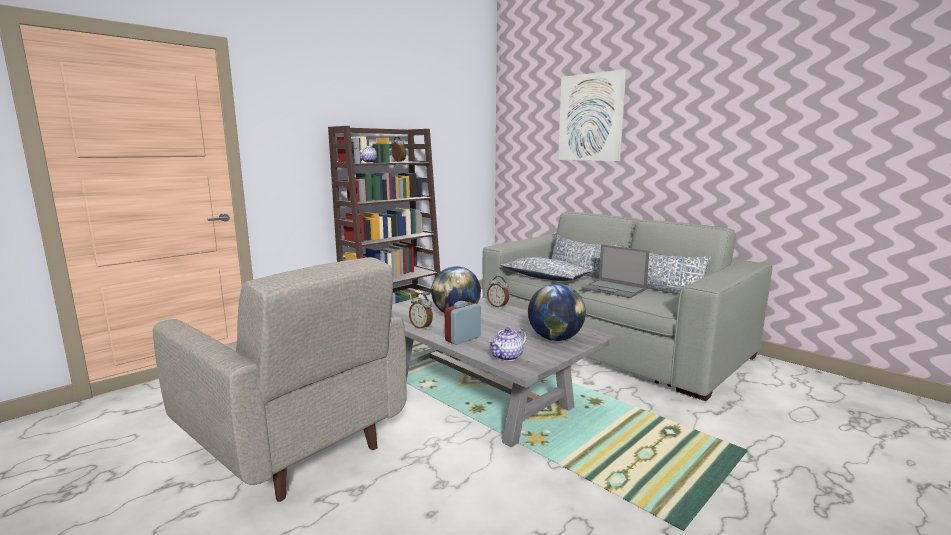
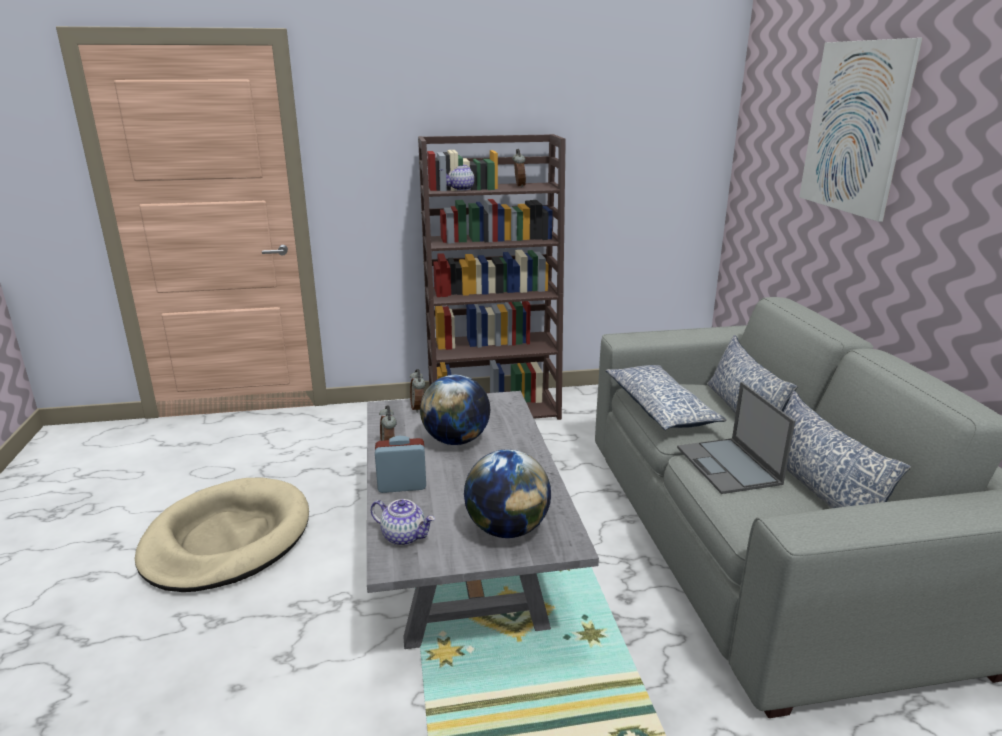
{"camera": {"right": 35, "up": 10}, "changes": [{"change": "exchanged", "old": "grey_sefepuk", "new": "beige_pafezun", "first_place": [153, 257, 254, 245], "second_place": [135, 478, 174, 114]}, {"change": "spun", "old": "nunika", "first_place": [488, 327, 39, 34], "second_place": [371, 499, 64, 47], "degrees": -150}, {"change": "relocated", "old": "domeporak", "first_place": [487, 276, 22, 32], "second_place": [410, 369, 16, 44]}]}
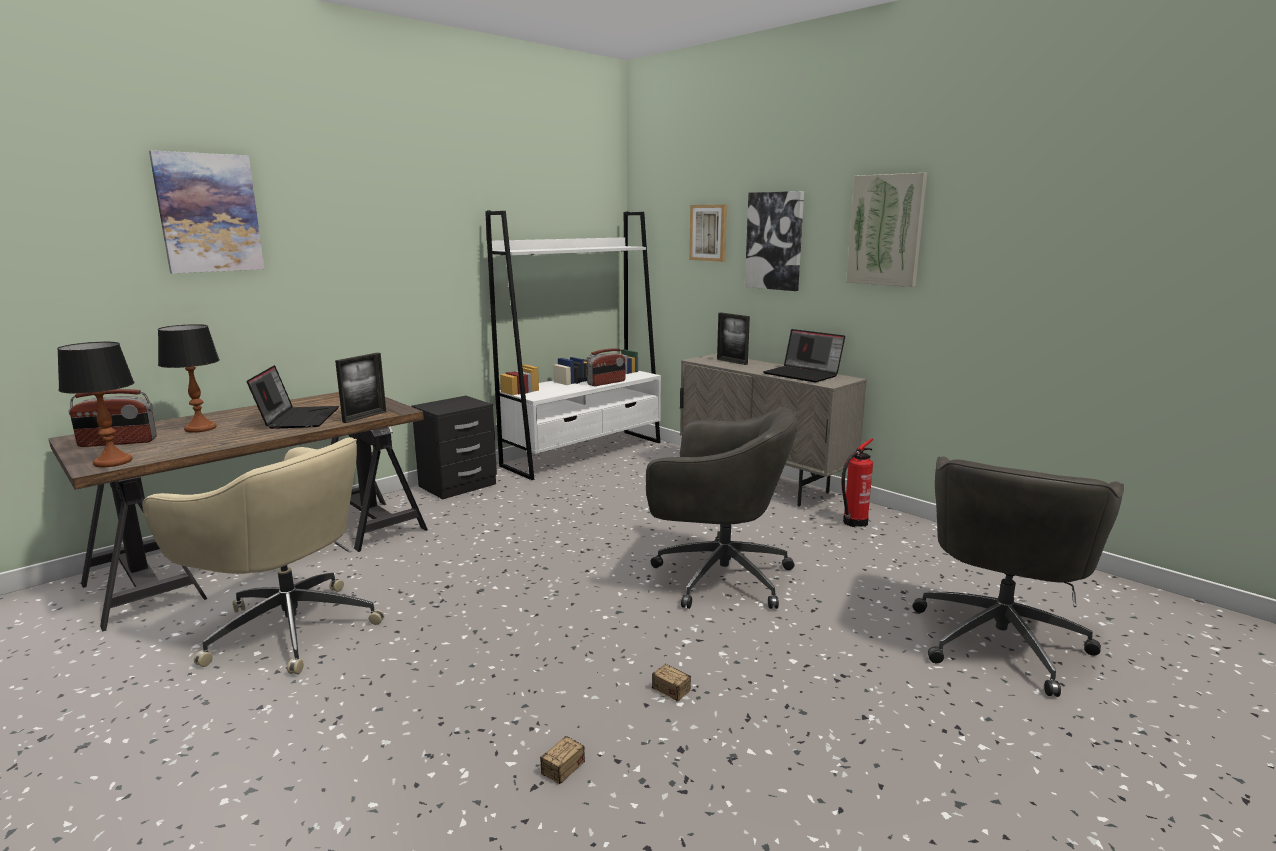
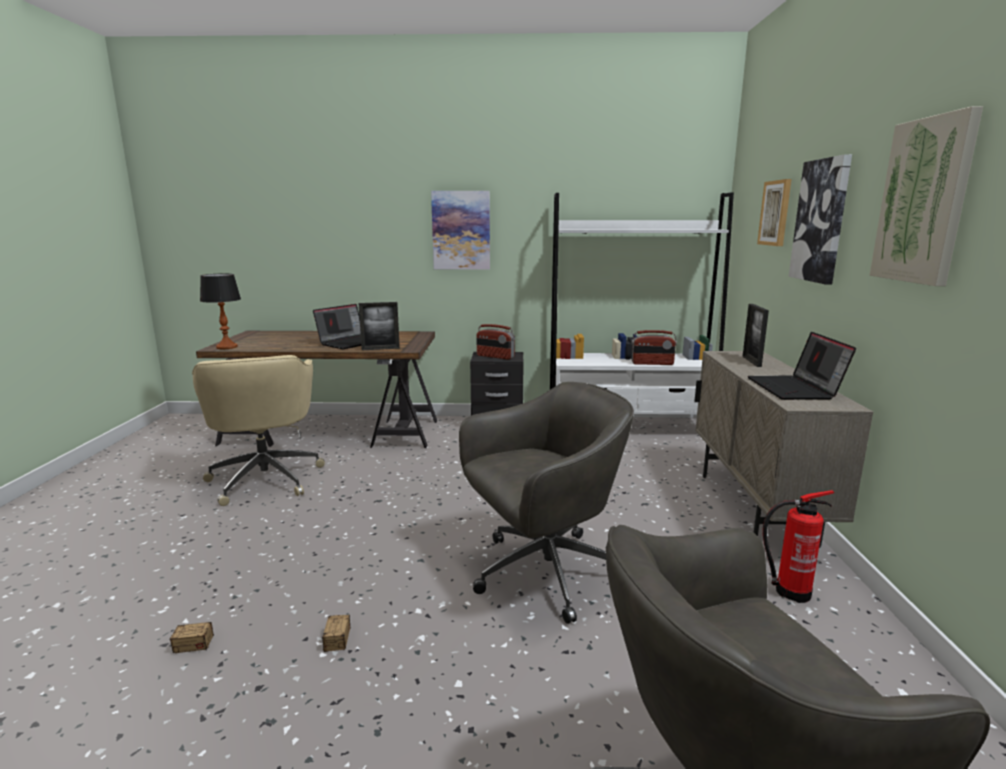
{"camera": {"right": 45, "up": 0}, "changes": [{"change": "relocated", "old": "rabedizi", "first_place": [149, 150, 115, 123], "second_place": [431, 191, 59, 78]}, {"change": "spun", "old": "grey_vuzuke", "first_place": [646, 407, 152, 202], "second_place": [459, 382, 175, 242], "degrees": -90}, {"change": "relocated", "old": "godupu", "first_place": [69, 389, 88, 58], "second_place": [477, 324, 38, 35]}, {"change": "missing", "old": "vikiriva", "first_place": [158, 324, 62, 109]}]}
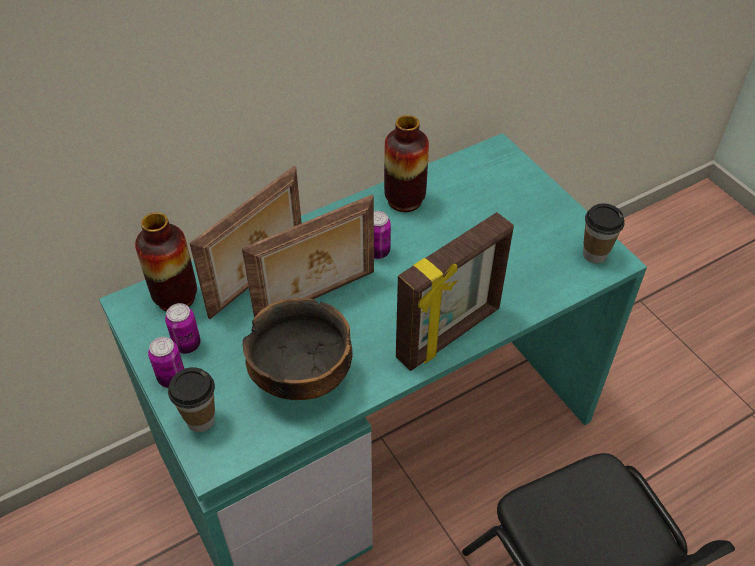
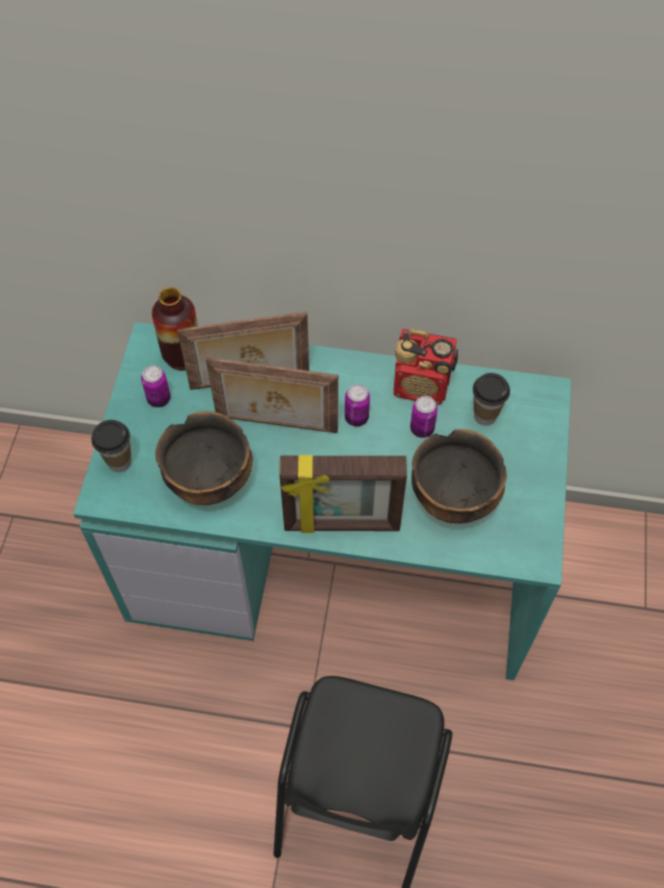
{"camera": {"right": 40, "up": 10}, "changes": [{"change": "exchanged", "old": "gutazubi", "new": "godupu", "first_place": [384, 115, 45, 97], "second_place": [394, 329, 64, 76]}, {"change": "relocated", "old": "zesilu", "first_place": [148, 337, 36, 51], "second_place": [410, 396, 28, 42]}, {"change": "appeared", "new": "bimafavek", "second_place": [411, 429, 96, 95]}, {"change": "relocated", "old": "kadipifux", "first_place": [583, 203, 42, 61], "second_place": [473, 373, 37, 53]}]}
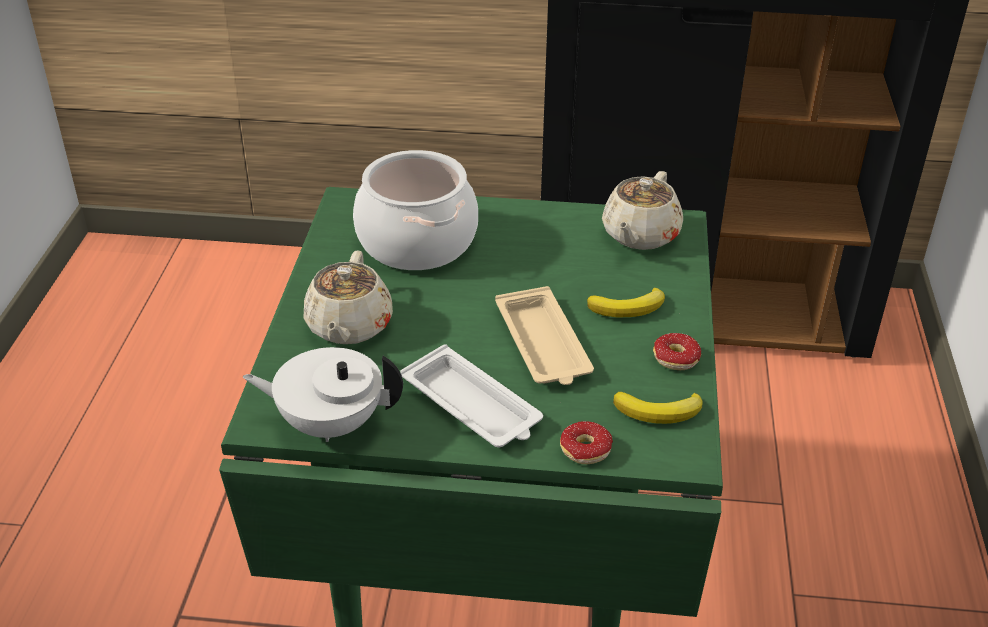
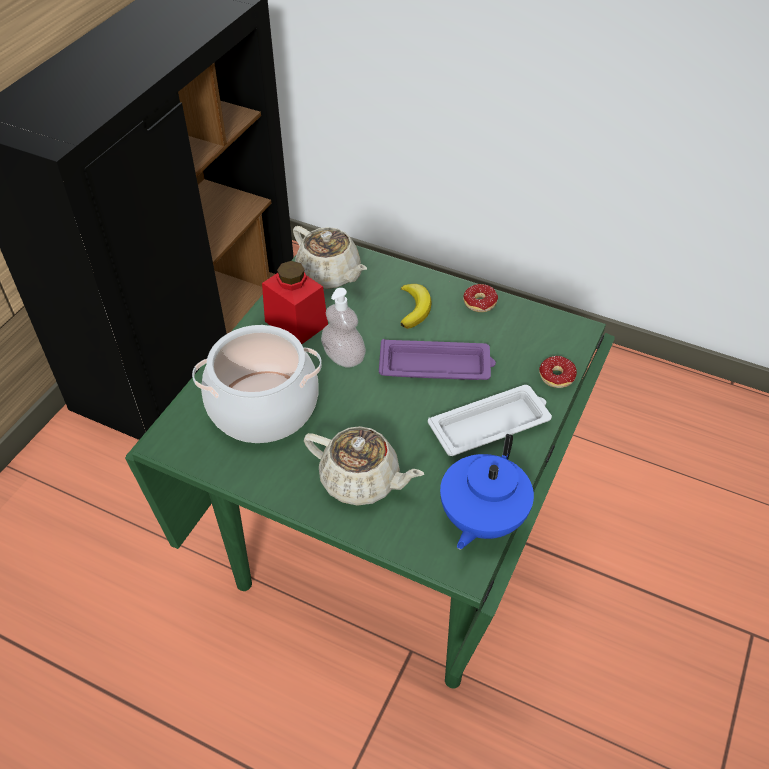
{"camera": {"right": -70, "up": 10}, "changes": [{"change": "appeared", "new": "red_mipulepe", "second_place": [262, 261, 66, 83]}, {"change": "appeared", "new": "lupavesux", "second_place": [321, 288, 45, 80]}, {"change": "colour", "old": "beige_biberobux", "new": "purple_biberobux", "first_place": [495, 286, 99, 99], "second_place": [379, 339, 117, 41]}, {"change": "colour", "old": "white_nunika", "new": "blue_nunika", "first_place": [243, 347, 160, 95], "second_place": [440, 434, 94, 115]}, {"change": "missing", "old": "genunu", "first_place": [613, 392, 89, 32]}]}
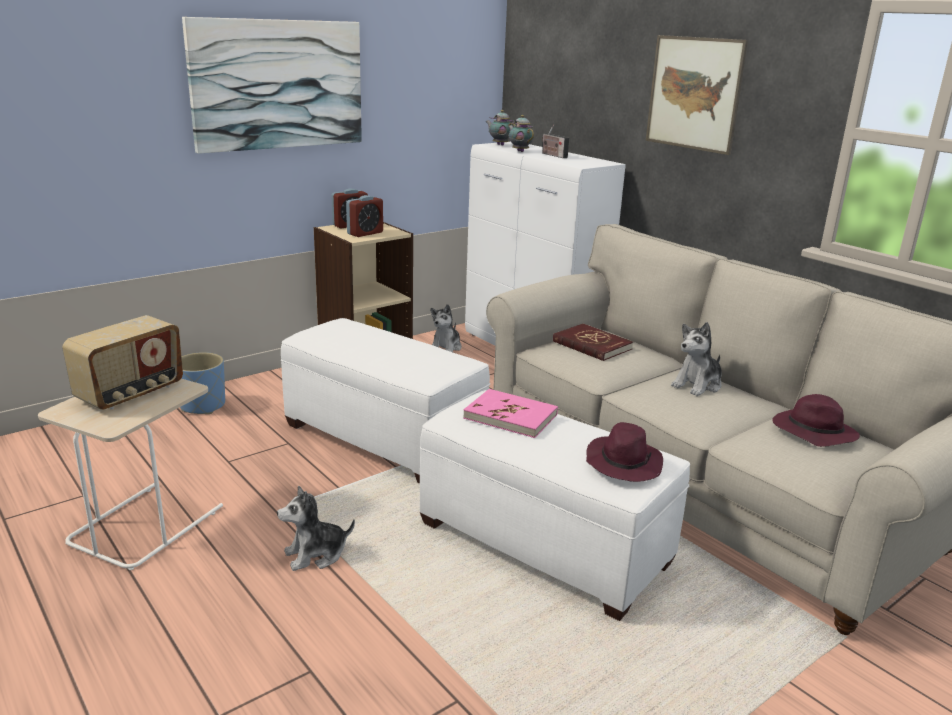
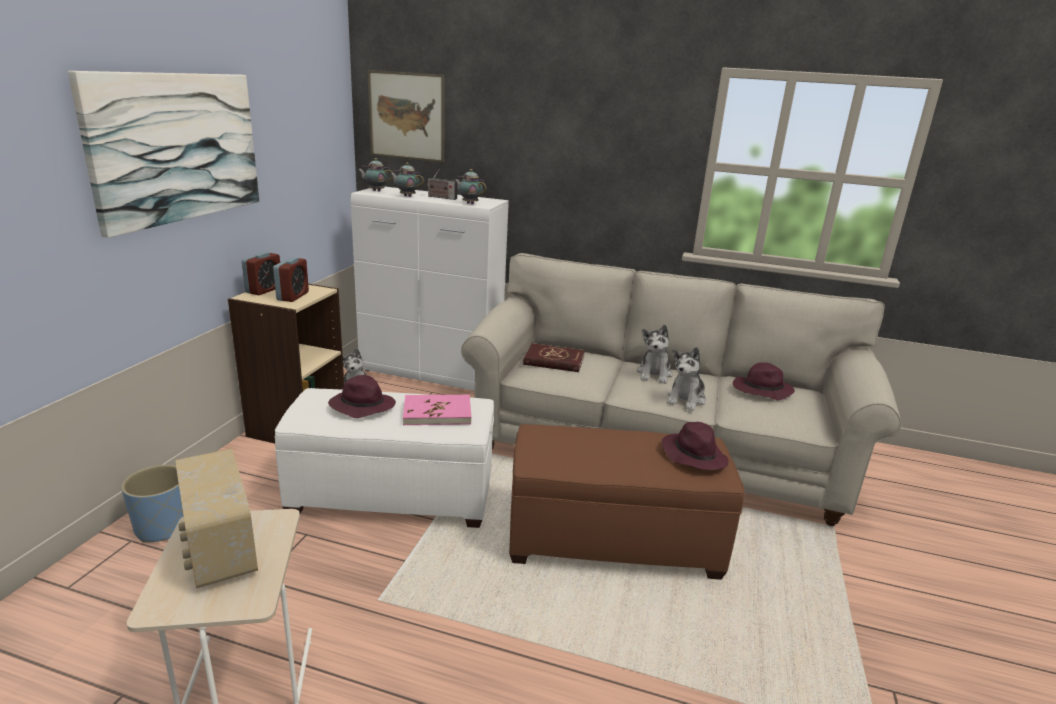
{"camera": {"right": -35, "up": 0}, "changes": [{"change": "spun", "old": "godupu", "first_place": [62, 315, 121, 95], "second_place": [175, 449, 83, 139], "degrees": 150}, {"change": "appeared", "new": "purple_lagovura", "second_place": [328, 375, 68, 43]}, {"change": "relocated", "old": "rabedizi", "first_place": [646, 35, 102, 120], "second_place": [368, 70, 76, 92]}, {"change": "relocated", "old": "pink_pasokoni", "first_place": [463, 389, 95, 49], "second_place": [403, 395, 69, 30]}, {"change": "appeared", "new": "nunika", "second_place": [454, 169, 32, 35]}, {"change": "colour", "old": "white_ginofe", "new": "brown_ginofe", "first_place": [420, 390, 270, 231], "second_place": [509, 424, 236, 156]}, {"change": "relocated", "old": "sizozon", "first_place": [277, 485, 78, 86], "second_place": [667, 347, 39, 64]}]}
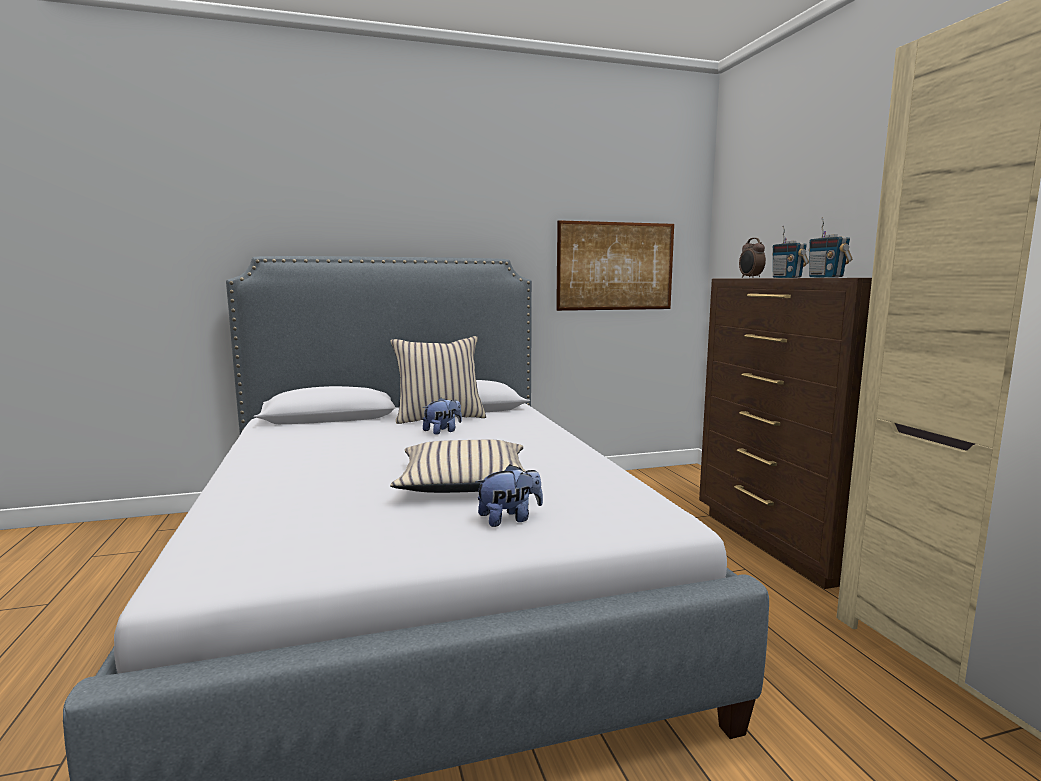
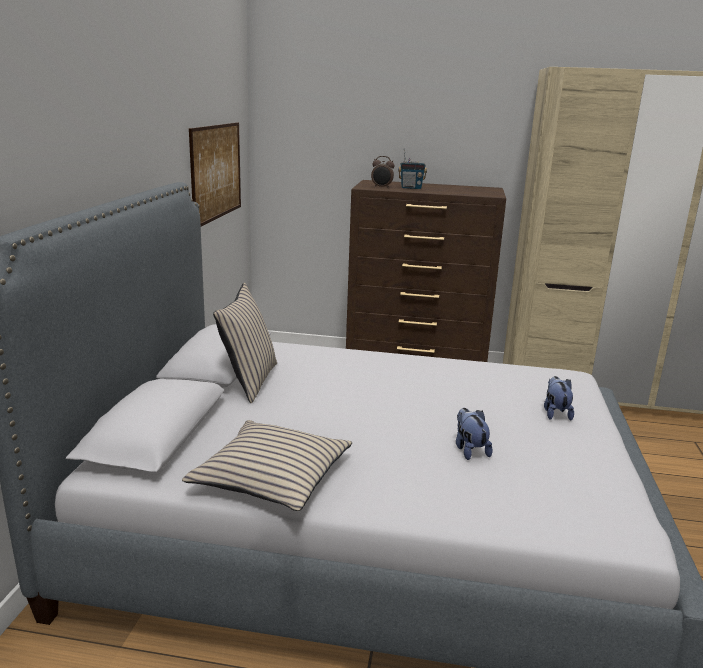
{"camera": {"right": -65, "up": 10}, "changes": [{"change": "relocated", "old": "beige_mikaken", "first_place": [390, 440, 136, 53], "second_place": [182, 420, 170, 91]}, {"change": "relocated", "old": "sizozon", "first_place": [423, 397, 39, 38], "second_place": [456, 408, 37, 52]}, {"change": "missing", "old": "godupu", "first_place": [809, 217, 43, 61]}]}
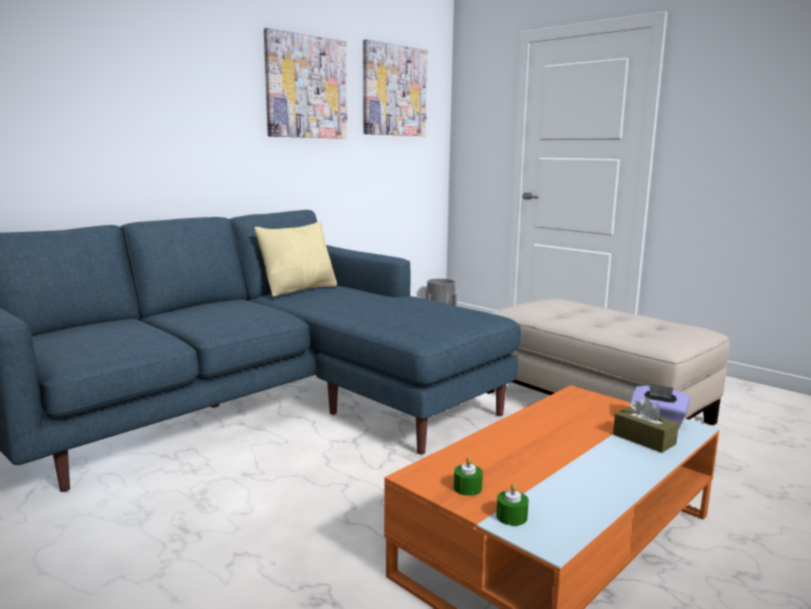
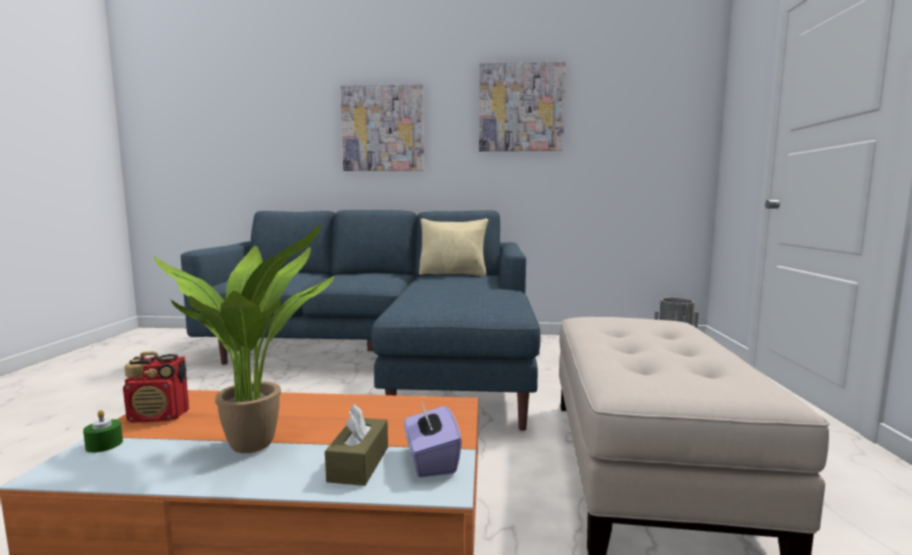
{"camera": {"right": 50, "up": -5}, "changes": [{"change": "exchanged", "old": "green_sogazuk", "new": "godupu", "first_place": [454, 457, 29, 39], "second_place": [123, 351, 66, 72]}, {"change": "appeared", "new": "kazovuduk", "second_place": [154, 224, 180, 229]}, {"change": "relocated", "old": "rabedizi", "first_place": [363, 39, 65, 97], "second_place": [340, 84, 84, 87]}]}
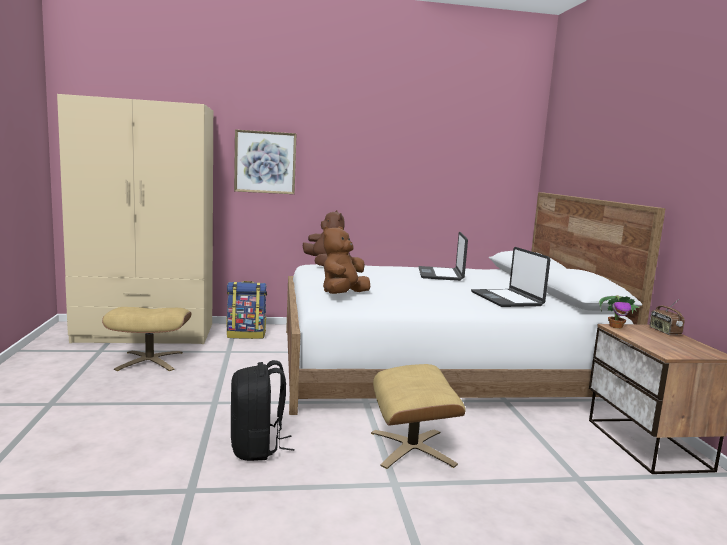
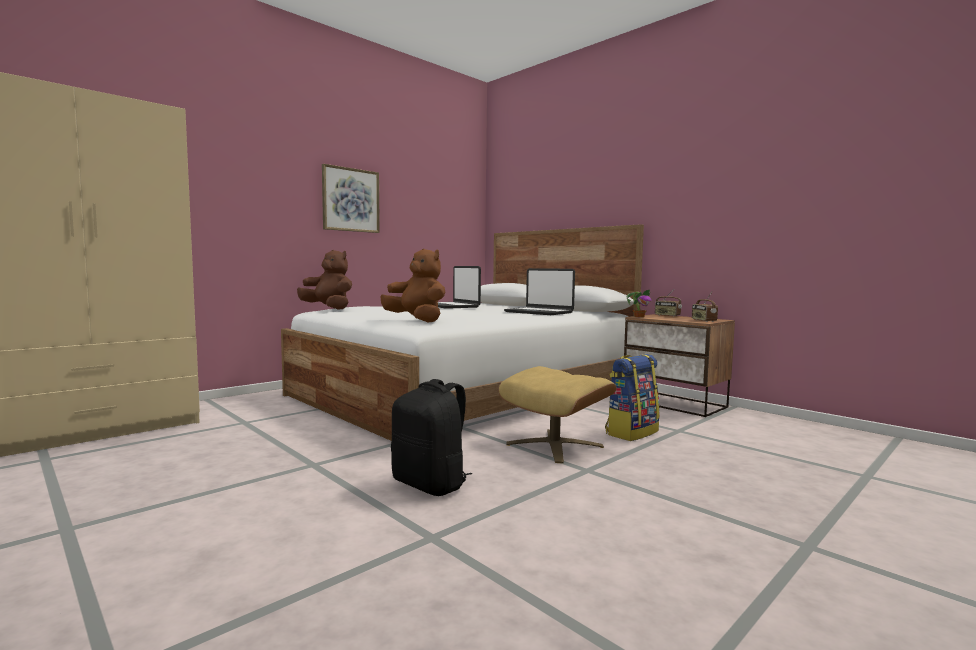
{"camera": {"right": -35, "up": -5}, "changes": [{"change": "relocated", "old": "rabedizi", "first_place": [234, 129, 63, 65], "second_place": [322, 164, 58, 69]}, {"change": "spun", "old": "brown_sizozon", "first_place": [323, 226, 47, 68], "second_place": [380, 249, 65, 74], "degrees": 135}, {"change": "relocated", "old": "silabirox", "first_place": [227, 281, 40, 58], "second_place": [605, 354, 55, 87]}, {"change": "appeared", "new": "godupu", "second_place": [692, 291, 26, 31]}, {"change": "missing", "old": "beige_ginofe", "first_place": [102, 307, 89, 64]}]}
